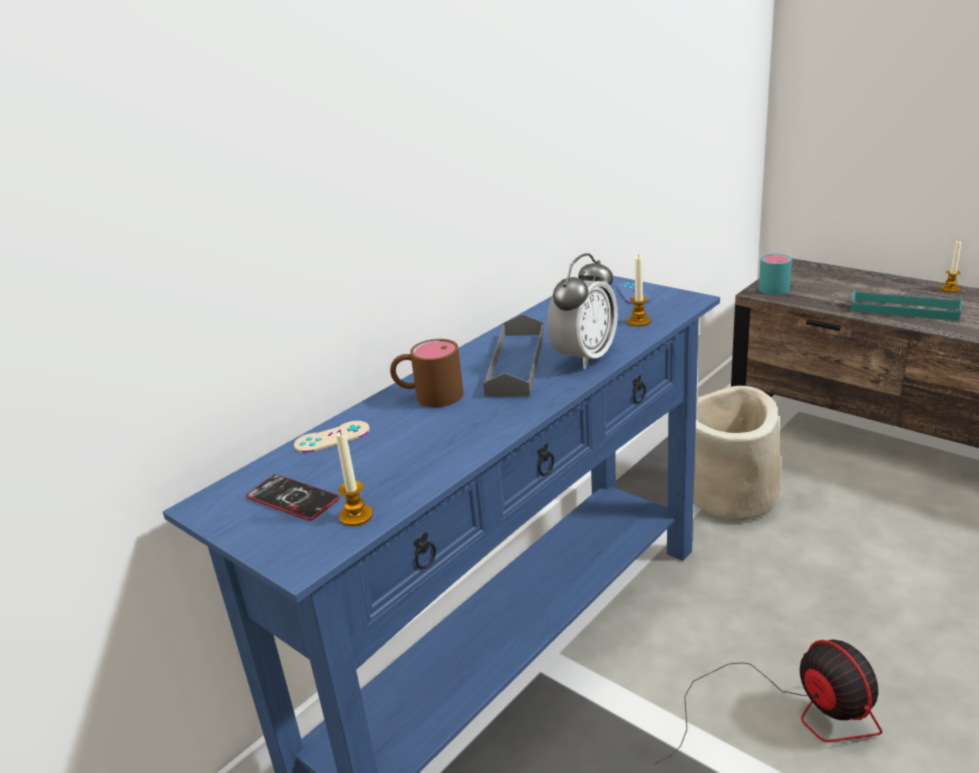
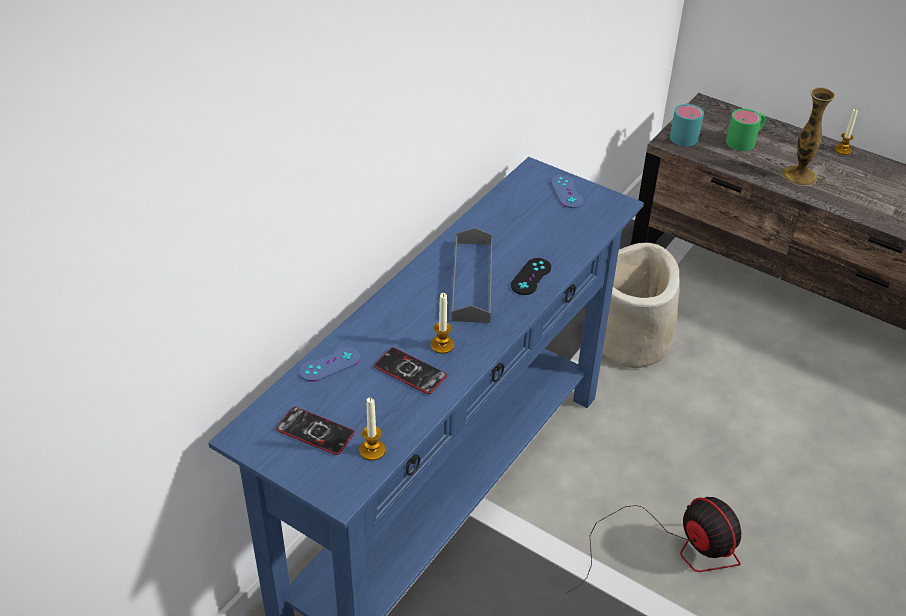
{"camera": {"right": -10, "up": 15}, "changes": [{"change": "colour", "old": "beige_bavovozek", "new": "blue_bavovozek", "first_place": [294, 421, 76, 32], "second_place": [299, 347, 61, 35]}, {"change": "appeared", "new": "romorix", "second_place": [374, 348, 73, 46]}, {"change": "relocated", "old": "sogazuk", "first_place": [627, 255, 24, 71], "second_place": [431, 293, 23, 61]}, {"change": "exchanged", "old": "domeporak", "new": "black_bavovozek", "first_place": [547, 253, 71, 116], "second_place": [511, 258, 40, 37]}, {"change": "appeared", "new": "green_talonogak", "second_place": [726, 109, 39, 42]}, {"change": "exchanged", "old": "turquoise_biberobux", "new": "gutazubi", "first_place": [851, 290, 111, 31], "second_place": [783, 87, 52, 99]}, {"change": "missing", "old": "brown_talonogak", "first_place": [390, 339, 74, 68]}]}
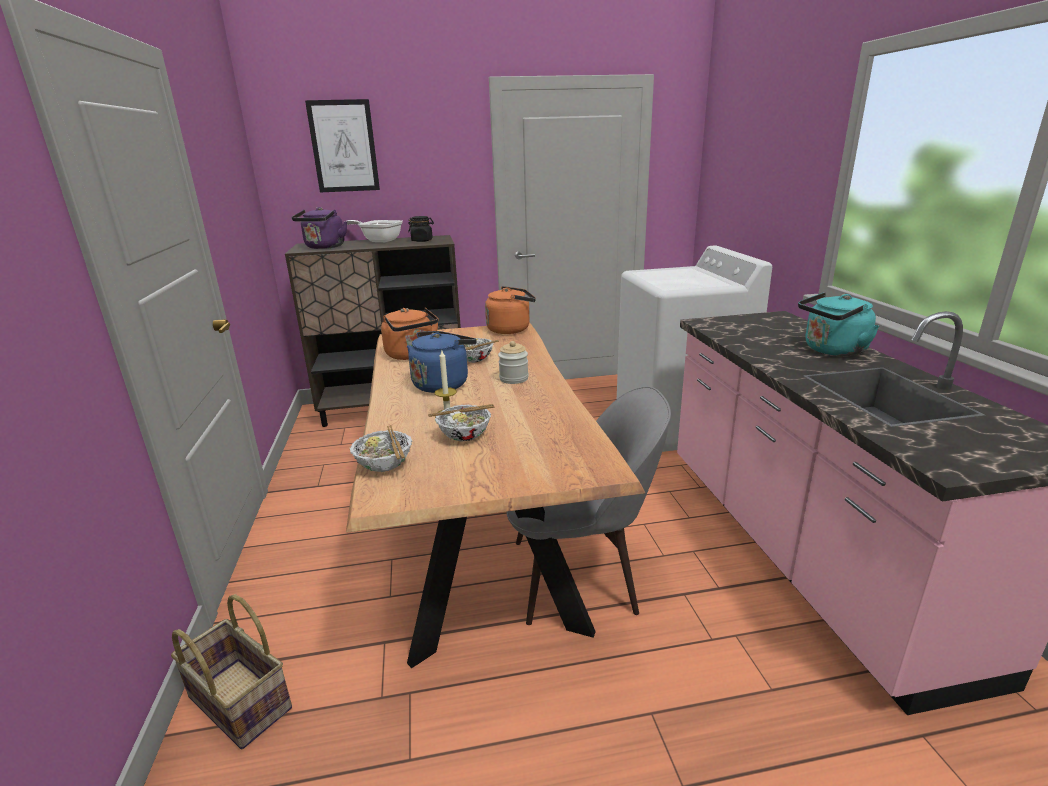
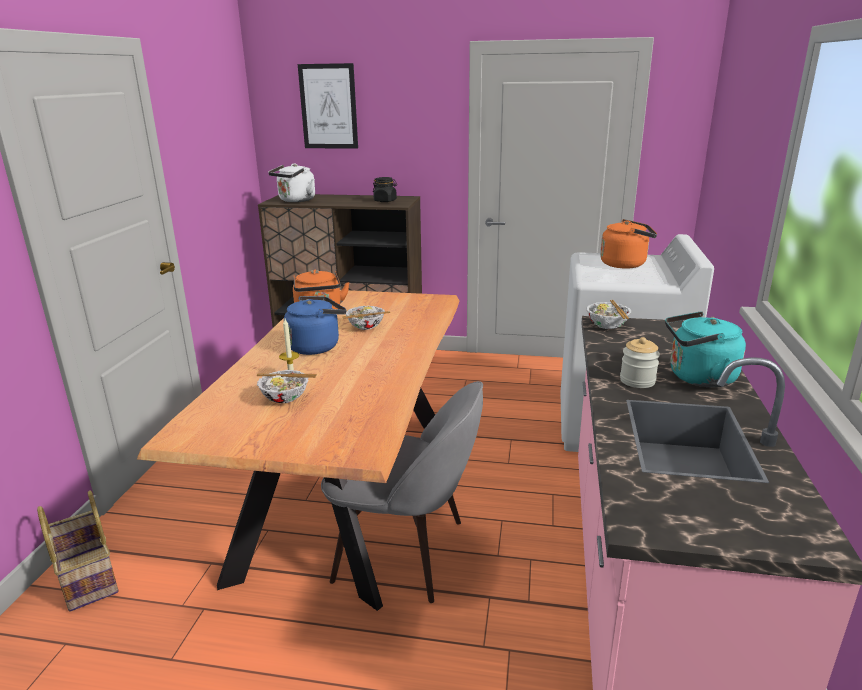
{"camera": {"right": 20, "up": 0}, "changes": [{"change": "colour", "old": "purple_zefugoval", "new": "white_zefugoval", "first_place": [292, 207, 55, 42], "second_place": [268, 163, 47, 39]}, {"change": "relocated", "old": "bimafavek", "first_place": [350, 425, 62, 47], "second_place": [586, 300, 46, 29]}, {"change": "relocated", "old": "orange_zefugoval", "first_place": [485, 286, 51, 48], "second_place": [600, 219, 57, 50]}, {"change": "relocated", "old": "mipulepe", "first_place": [498, 341, 30, 43], "second_place": [620, 337, 40, 51]}, {"change": "missing", "old": "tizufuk", "first_place": [345, 220, 58, 22]}]}
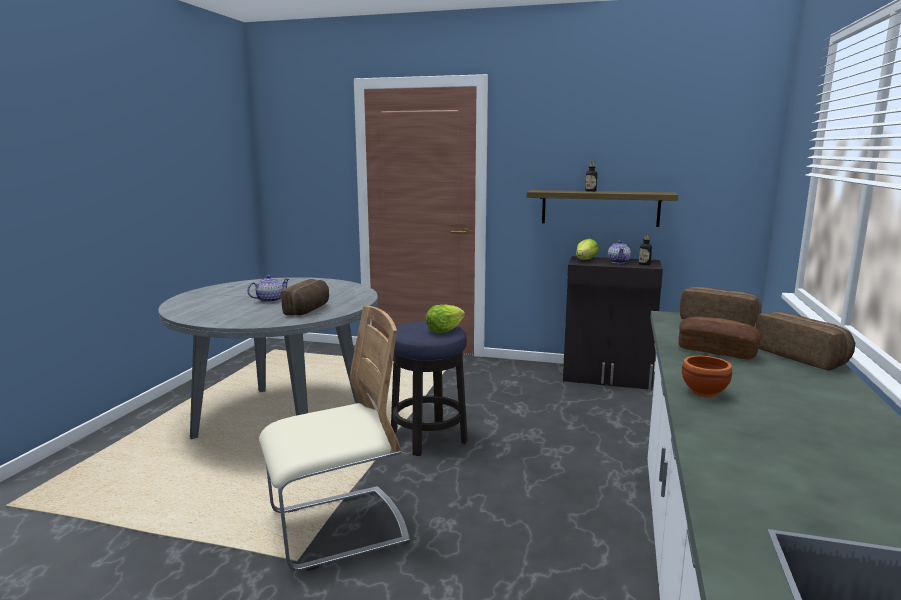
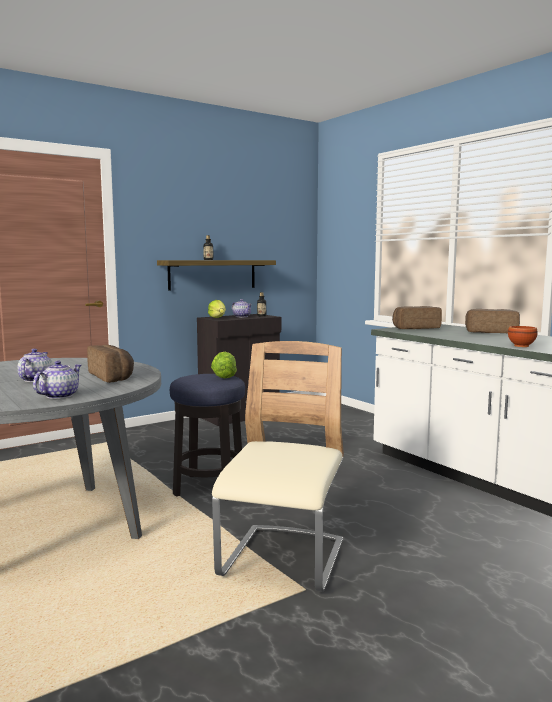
{"camera": {"right": -50, "up": -5}, "changes": [{"change": "appeared", "new": "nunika", "second_place": [33, 360, 48, 39]}, {"change": "missing", "old": "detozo", "first_place": [679, 316, 83, 43]}]}
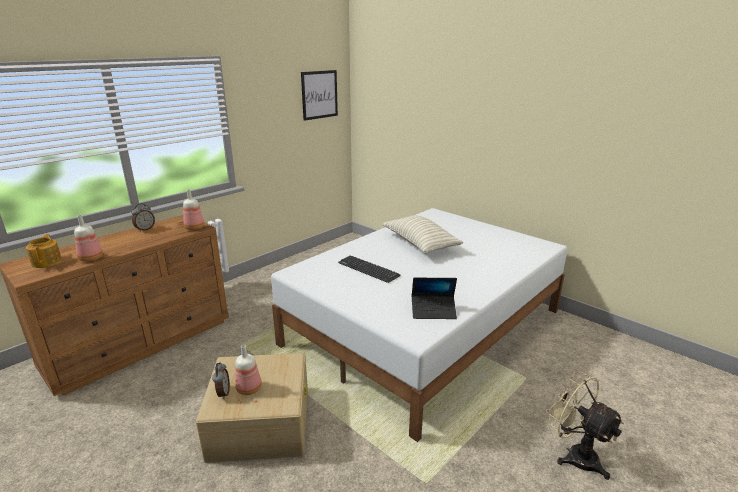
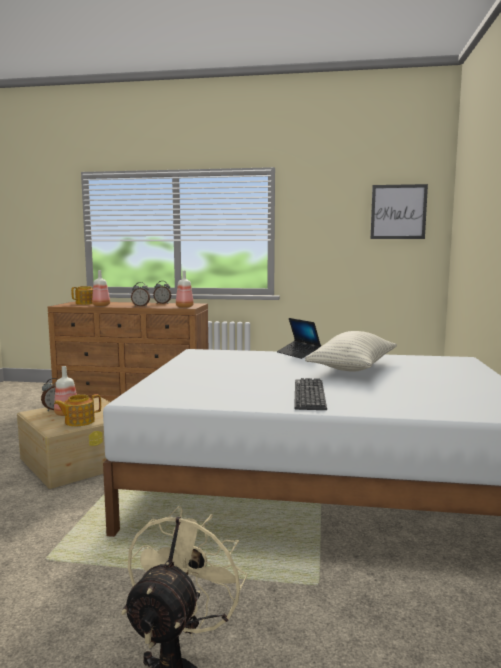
{"camera": {"right": 55, "up": -15}, "changes": [{"change": "appeared", "new": "nunika", "second_place": [54, 394, 47, 33]}, {"change": "appeared", "new": "domeporak", "second_place": [131, 282, 19, 25]}, {"change": "relocated", "old": "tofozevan", "first_place": [412, 278, 45, 41], "second_place": [277, 318, 44, 41]}, {"change": "relocated", "old": "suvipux", "first_place": [338, 255, 63, 28], "second_place": [294, 378, 33, 32]}]}
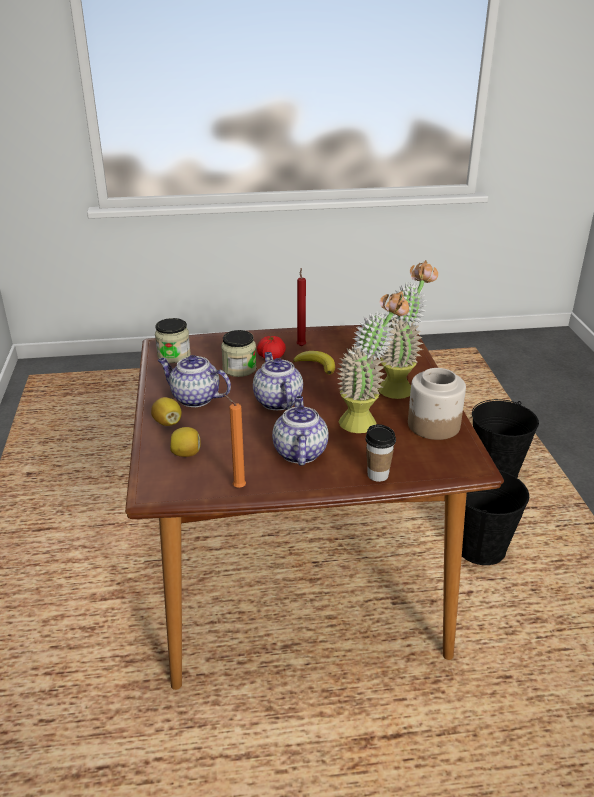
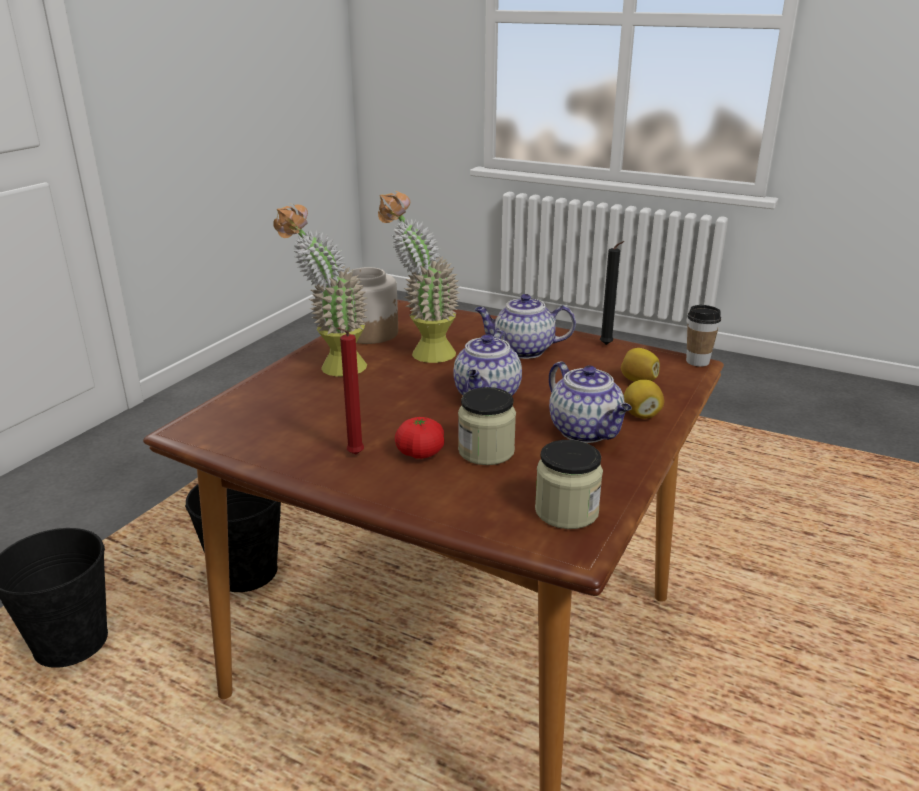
{"camera": {"right": -145, "up": -5}, "changes": [{"change": "spun", "old": "nunika", "first_place": [272, 396, 57, 70], "second_place": [475, 294, 101, 65], "degrees": 60}, {"change": "colour", "old": "orange_sogazuk", "new": "black_sogazuk", "first_place": [224, 394, 22, 94], "second_place": [600, 241, 25, 104]}, {"change": "relocated", "old": "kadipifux", "first_place": [365, 424, 31, 58], "second_place": [686, 305, 35, 62]}, {"change": "missing", "old": "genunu", "first_place": [293, 351, 42, 24]}]}
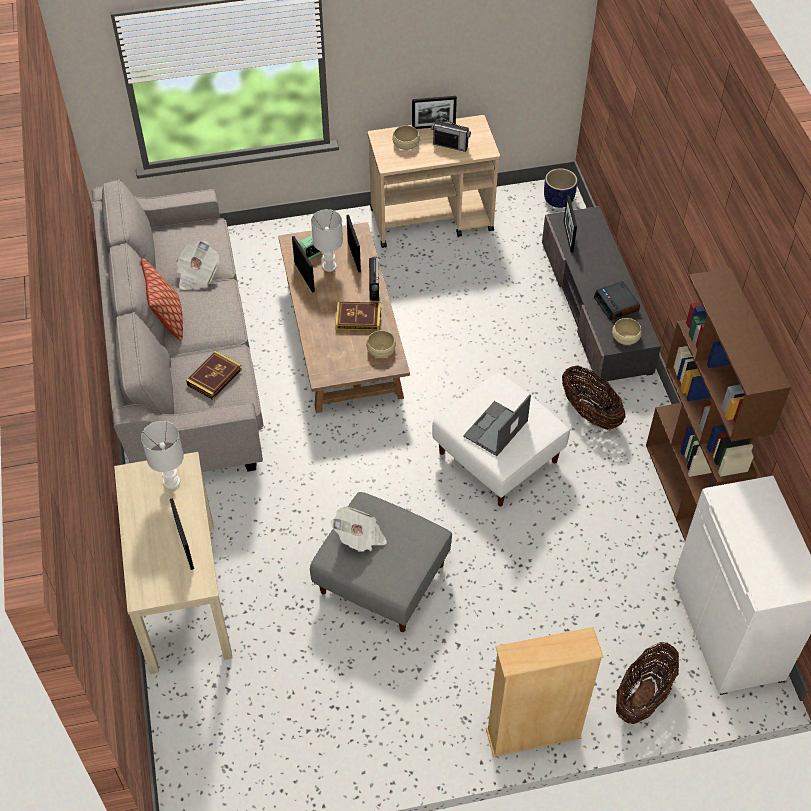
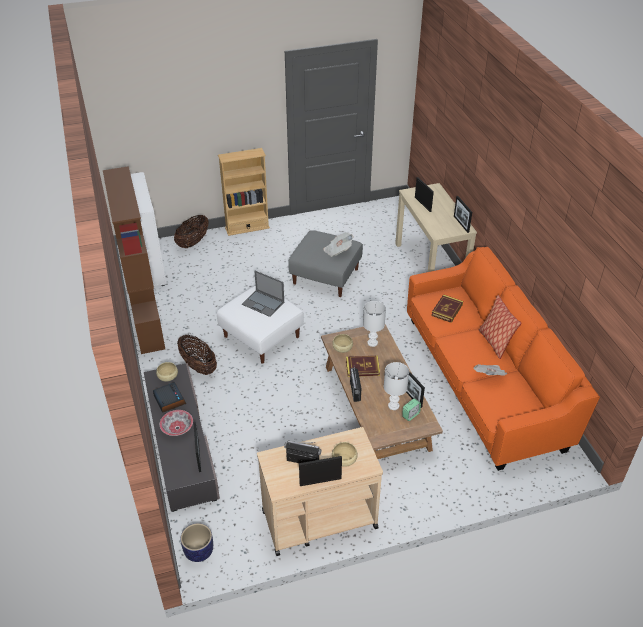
{"camera": {"right": 175, "up": -10}, "changes": [{"change": "appeared", "new": "bimafavek", "second_place": [160, 410, 33, 26]}, {"change": "spun", "old": "tofozevan", "first_place": [463, 394, 68, 62], "second_place": [242, 271, 42, 46], "degrees": 90}, {"change": "relocated", "old": "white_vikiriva", "first_place": [141, 421, 43, 68], "second_place": [363, 301, 23, 46]}, {"change": "colour", "old": "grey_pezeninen", "new": "orange_pezeninen", "first_place": [92, 180, 172, 292], "second_place": [407, 247, 193, 224]}, {"change": "relocated", "old": "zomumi", "first_place": [346, 215, 15, 58], "second_place": [454, 196, 18, 37]}]}
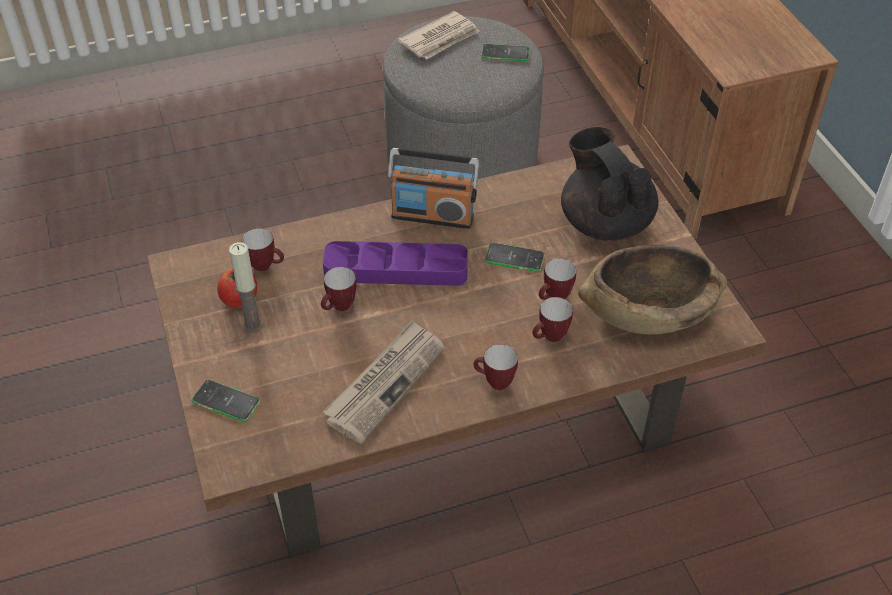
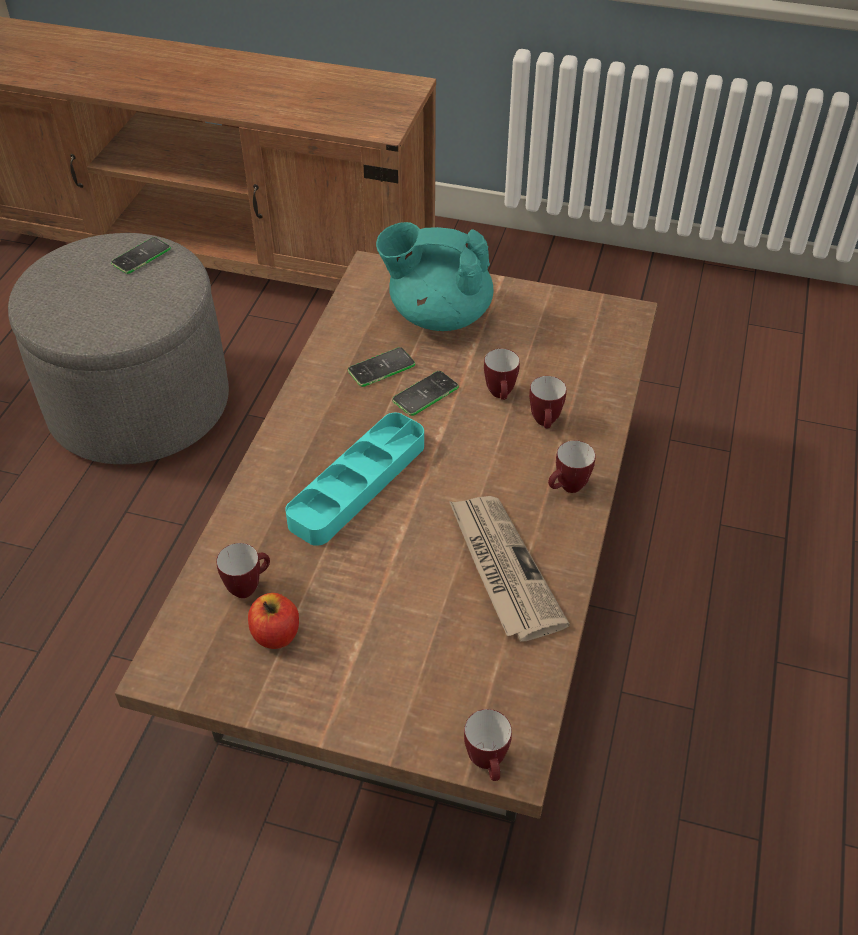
{"camera": {"right": -55, "up": 0}, "changes": [{"change": "colour", "old": "purple_biberobux", "new": "turquoise_biberobux", "first_place": [323, 241, 145, 45], "second_place": [285, 413, 139, 133]}, {"change": "relocated", "old": "romorix", "first_place": [192, 380, 68, 42], "second_place": [348, 347, 67, 40]}, {"change": "colour", "old": "black_nunika", "new": "turquoise_nunika", "first_place": [561, 127, 97, 114], "second_place": [376, 222, 117, 109]}, {"change": "relocated", "old": "talonogak", "first_place": [321, 267, 36, 44], "second_place": [464, 709, 48, 72]}, {"change": "missing", "old": "sogazuk", "first_place": [229, 242, 33, 91]}, {"change": "missing", "old": "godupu", "first_place": [388, 148, 91, 81]}, {"change": "missing", "old": "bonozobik", "first_place": [398, 11, 82, 48]}, {"change": "missing", "old": "brown_bimafavek", "first_place": [578, 245, 149, 90]}]}
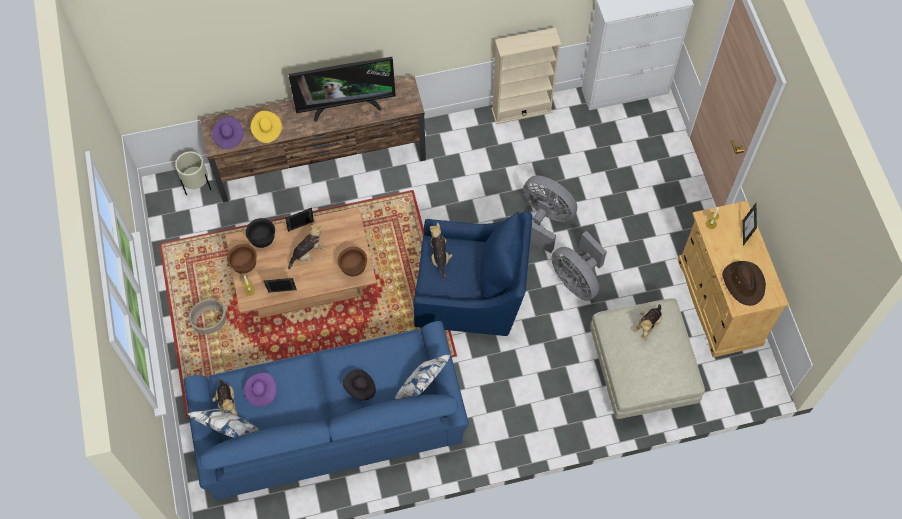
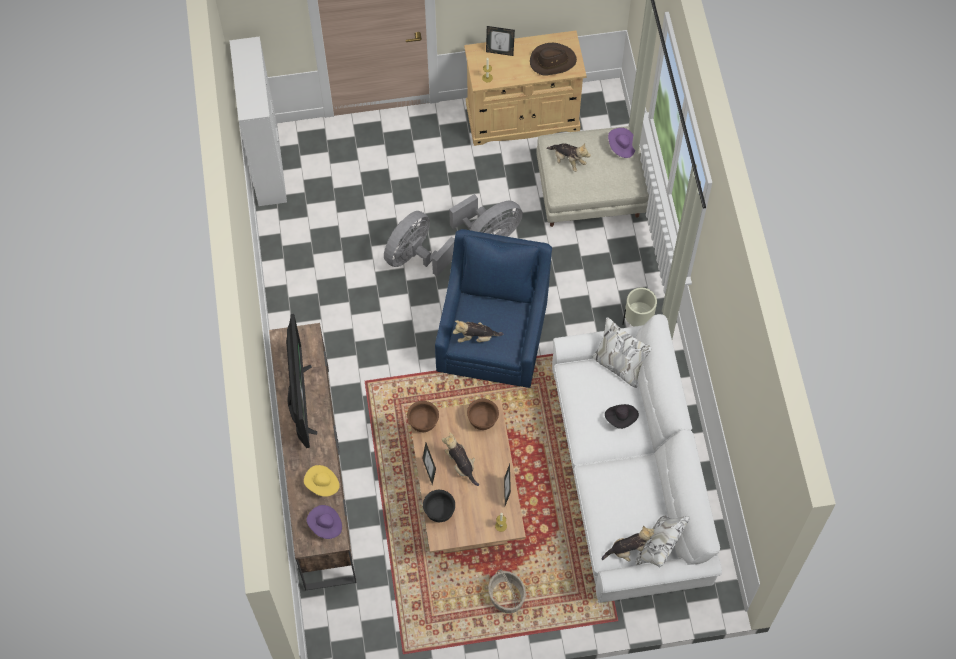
{"camera": {"right": -85, "up": 0}, "changes": [{"change": "relocated", "old": "brown_bimafavek", "first_place": [227, 244, 30, 30], "second_place": [407, 401, 32, 31]}, {"change": "colour", "old": "blue_pezeninen", "new": "white_pezeninen", "first_place": [184, 321, 285, 179], "second_place": [552, 314, 170, 289]}, {"change": "relocated", "old": "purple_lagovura", "first_place": [244, 373, 33, 33], "second_place": [608, 128, 27, 30]}, {"change": "relocated", "old": "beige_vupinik", "first_place": [175, 151, 36, 44], "second_place": [622, 288, 35, 39]}, {"change": "missing", "old": "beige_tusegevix", "first_place": [491, 27, 71, 97]}]}
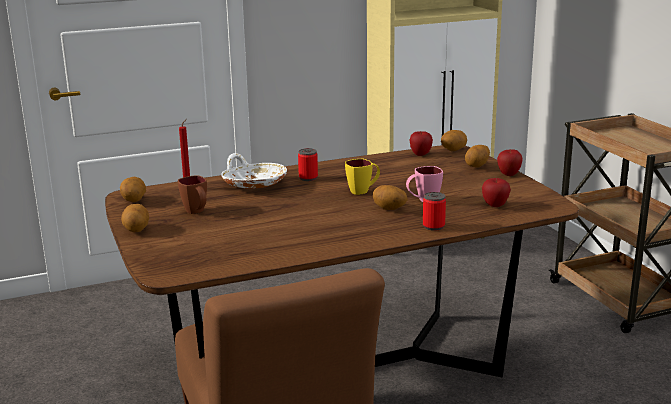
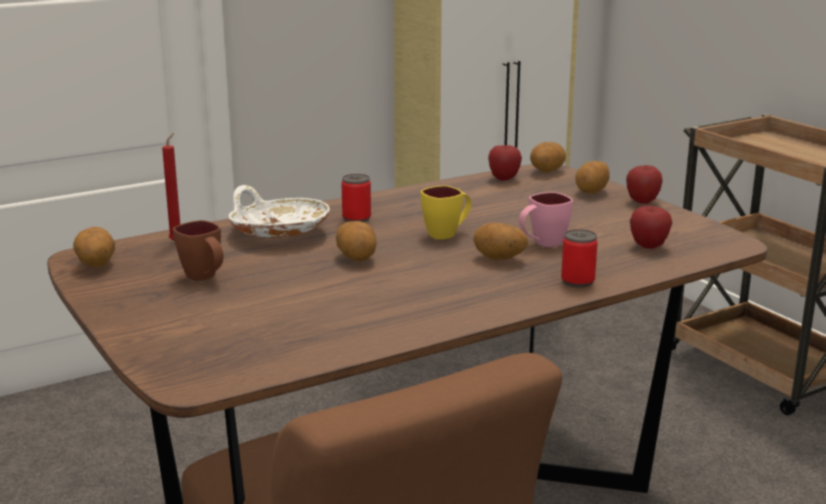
{"camera": {"right": -10, "up": 0}, "changes": [{"change": "relocated", "old": "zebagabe", "first_place": [121, 204, 28, 29], "second_place": [336, 221, 40, 40]}]}
